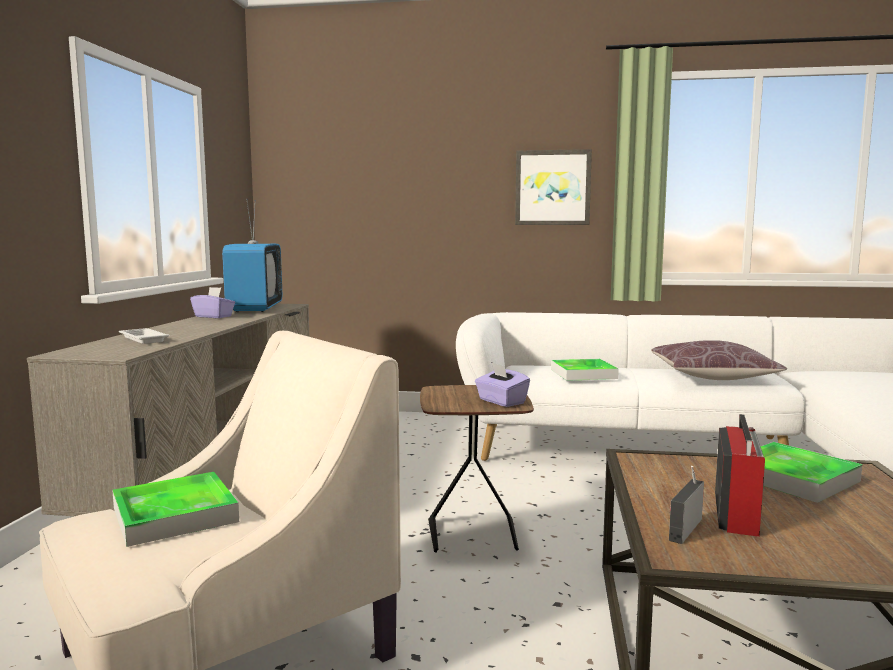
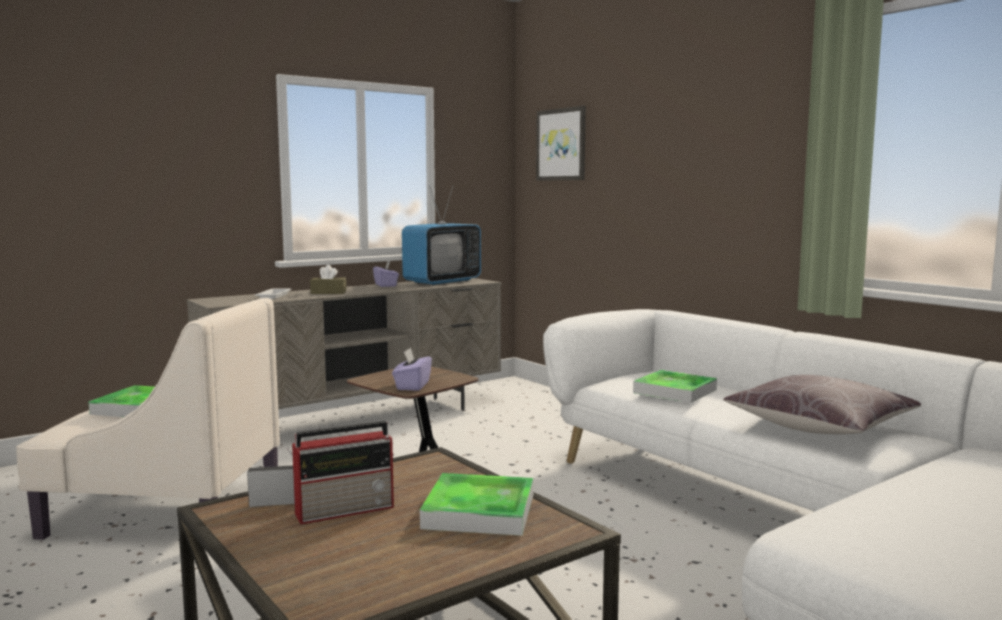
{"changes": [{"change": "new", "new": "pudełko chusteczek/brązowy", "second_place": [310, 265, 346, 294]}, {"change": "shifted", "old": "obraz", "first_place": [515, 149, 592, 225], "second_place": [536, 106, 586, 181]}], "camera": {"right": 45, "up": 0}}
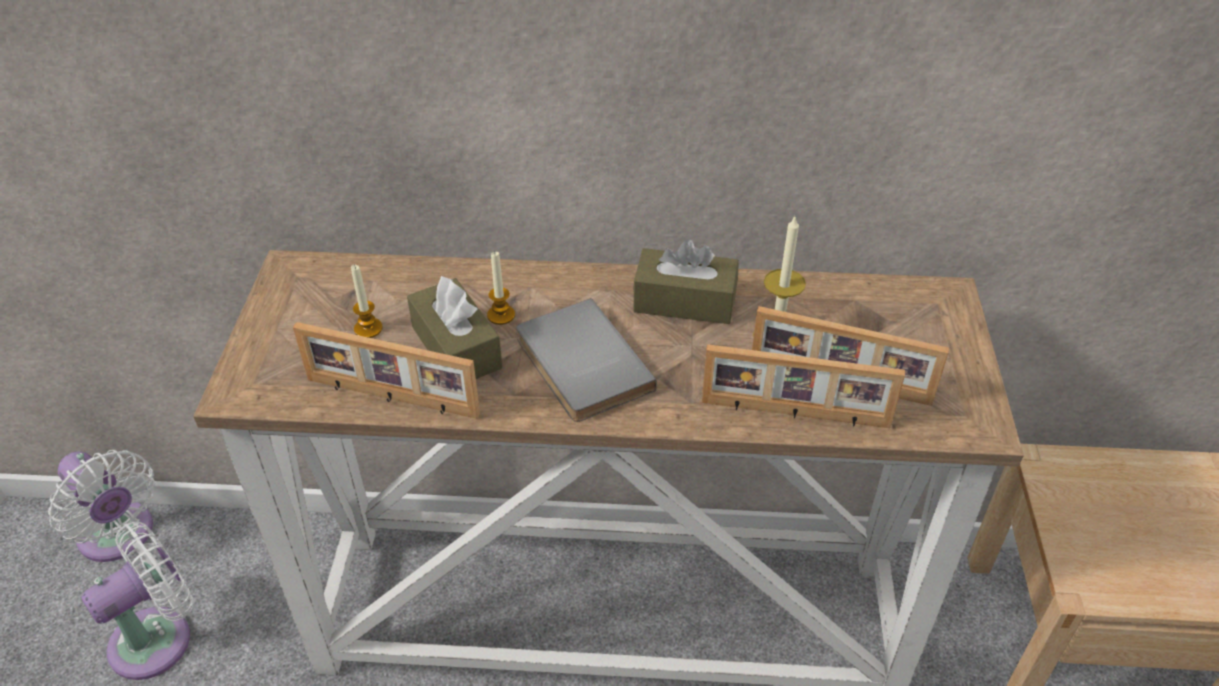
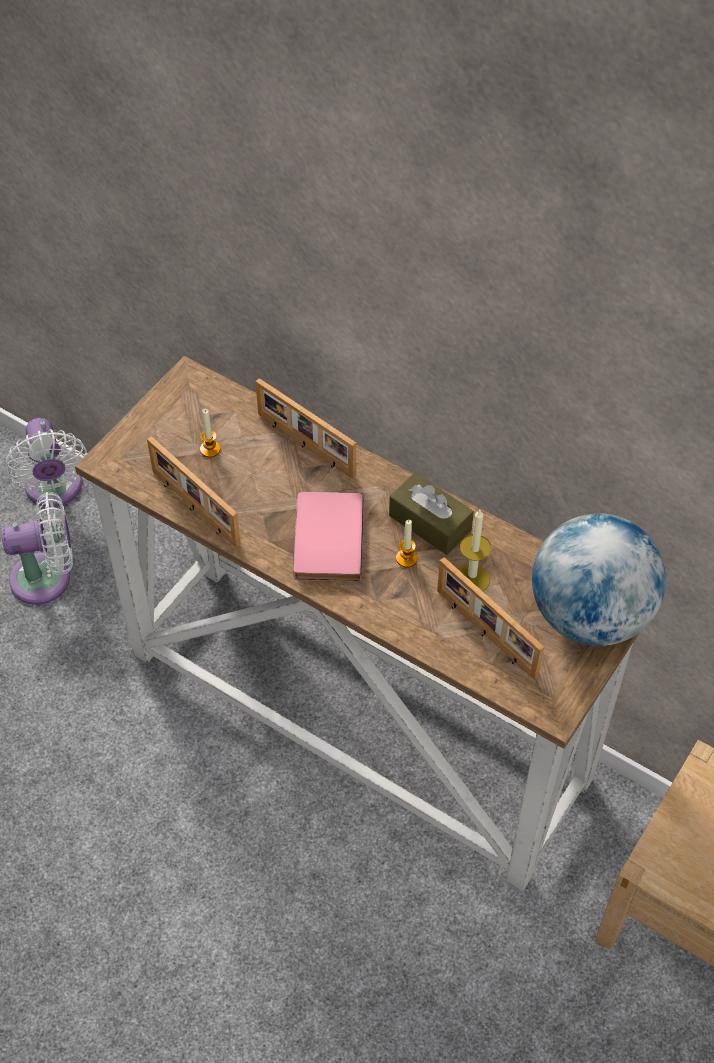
{"changes": [{"change": "gone", "old": "pudełko chusteczek/brązowy", "first_place": [407, 275, 503, 379]}, {"change": "new", "new": "globus", "second_place": [532, 513, 666, 646]}, {"change": "shifted", "old": "świeca", "first_place": [487, 252, 515, 325], "second_place": [396, 520, 418, 567]}, {"change": "shifted", "old": "ramka na zdjęcie", "first_place": [702, 344, 905, 428], "second_place": [255, 378, 356, 478]}, {"change": "repainted", "old": "książka/szary", "new": "książka/różowy", "first_place": [517, 298, 657, 422], "second_place": [293, 492, 363, 581]}], "camera": {"right": 30, "up": 10}}
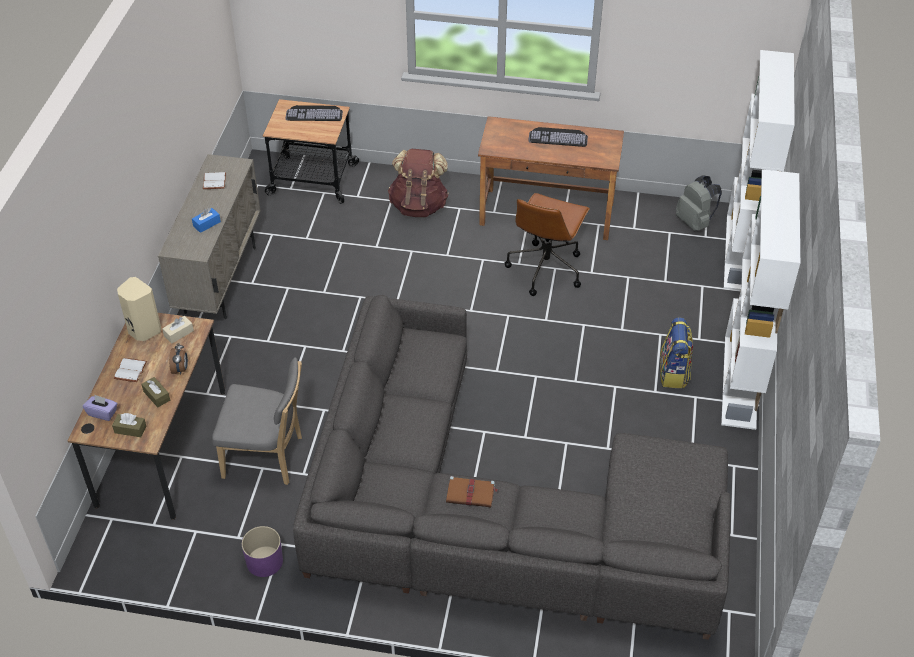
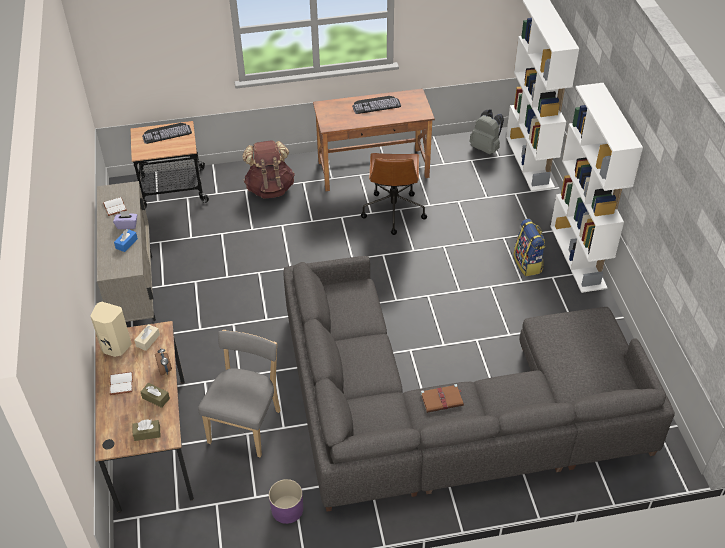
{"changes": [{"change": "shifted", "old": "pudełko chusteczek/fioletowy", "first_place": [83, 394, 117, 421], "second_place": [113, 211, 137, 229]}, {"change": "rotated", "old": "krzesło/szary", "first_place": [212, 357, 302, 485], "second_place": [198, 330, 281, 458], "degrees": -60}], "camera": {"right": -20, "up": 0}}
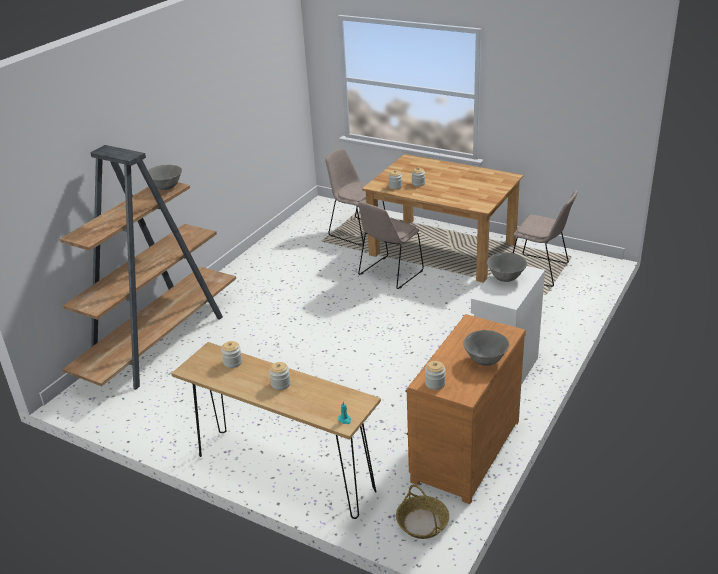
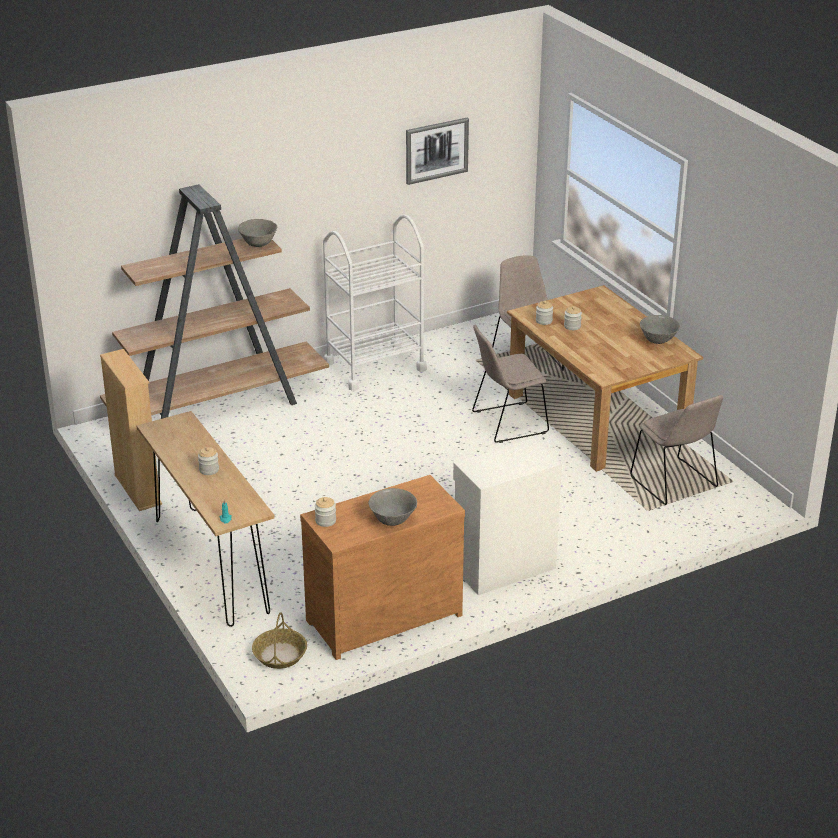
{"changes": [{"change": "gone", "old": "słoik", "first_place": [221, 341, 242, 368]}, {"change": "new", "new": "regał/beżowy", "second_place": [100, 349, 162, 511]}, {"change": "new", "new": "wózek/biały", "second_place": [323, 215, 427, 391]}, {"change": "new", "new": "obraz", "second_place": [406, 118, 469, 185]}, {"change": "shifted", "old": "miska/szary", "first_place": [487, 253, 528, 282], "second_place": [640, 315, 680, 344]}], "camera": {"right": 30, "up": 0}}
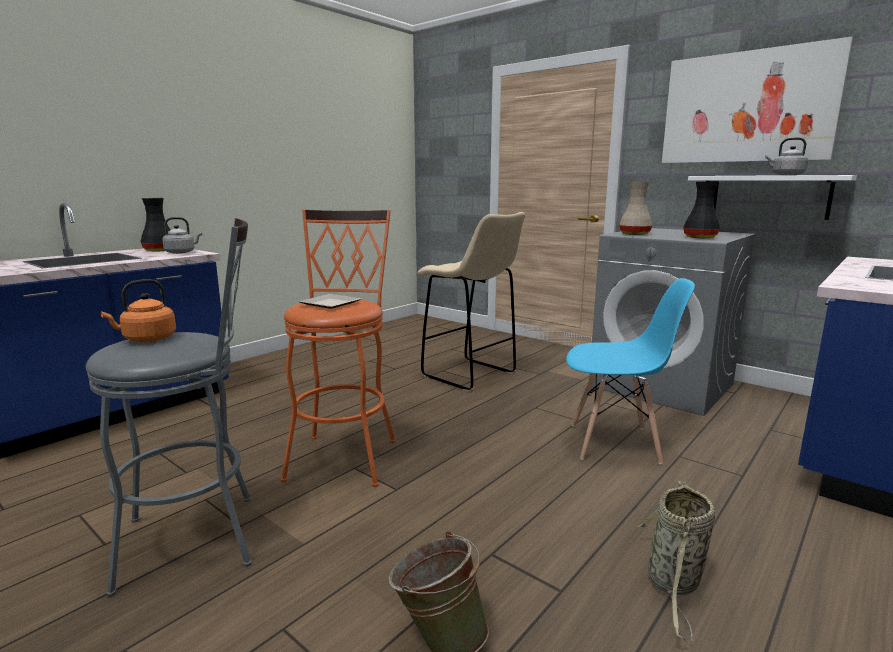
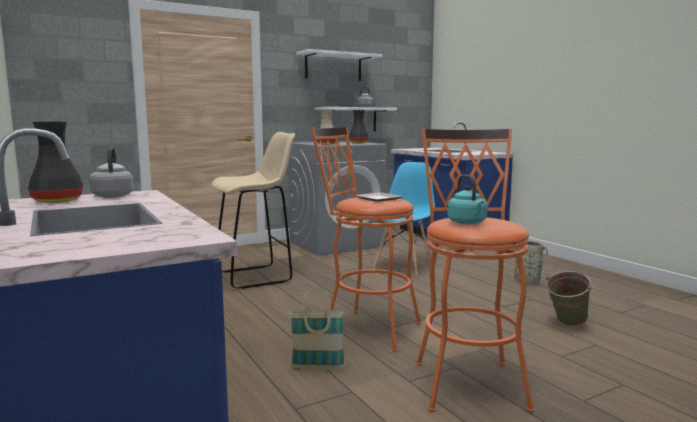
{"changes": [{"change": "new", "new": "koszyk", "second_place": [290, 287, 345, 370]}, {"change": "swapped", "old": "obraz", "new": "półka/biały", "first_place": [662, 37, 853, 163], "second_place": [296, 49, 382, 81]}, {"change": "repainted", "old": "stołek/szary", "new": "stołek/pomarańczowy", "first_place": [86, 218, 252, 597], "second_place": [416, 129, 534, 413]}, {"change": "repainted", "old": "czajnik/pomarańczowy", "new": "czajnik/turkusowy", "first_place": [100, 279, 176, 342], "second_place": [447, 175, 487, 224]}], "camera": {"right": -70, "up": -5}}
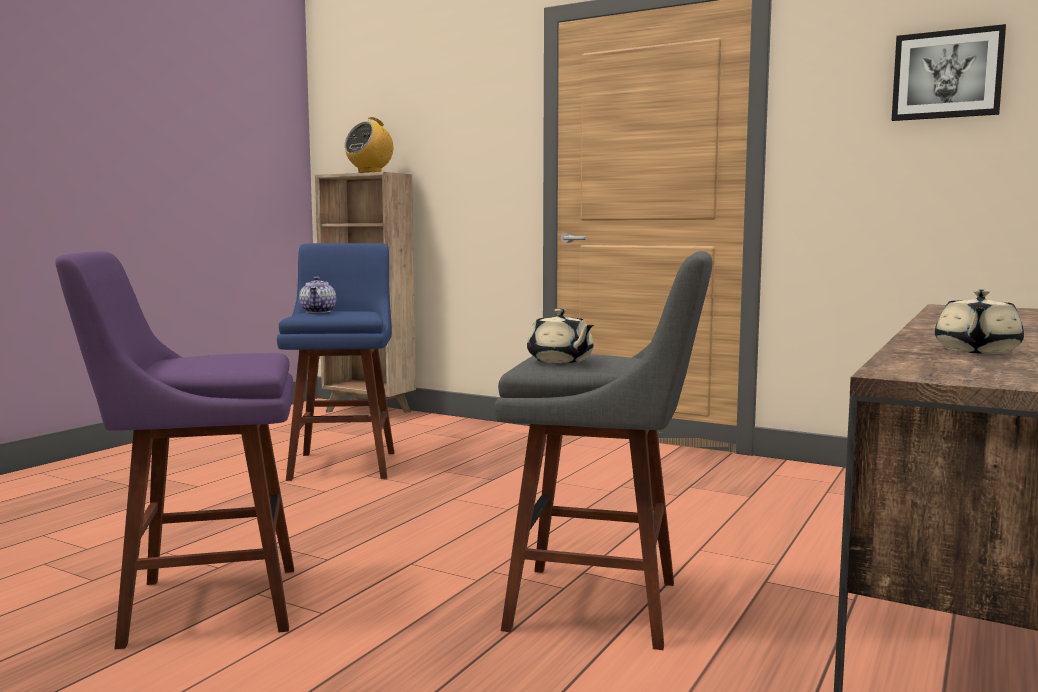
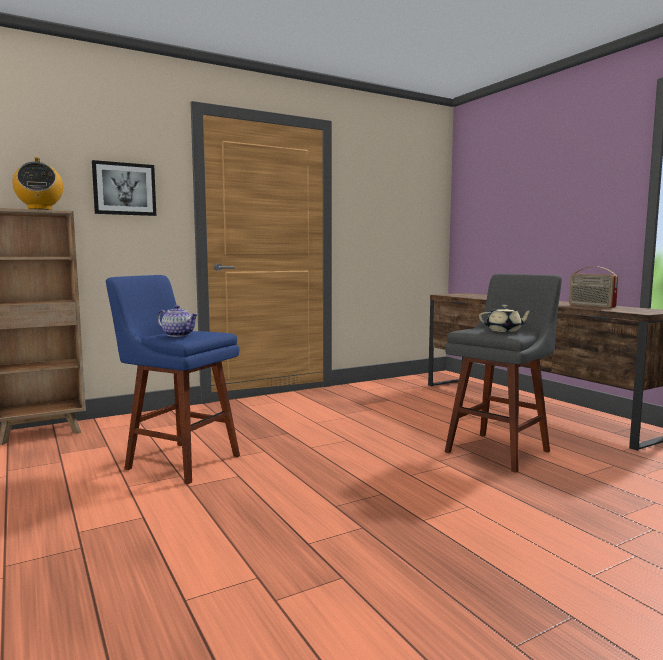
{"changes": [{"change": "gone", "old": "stołek/fioletowy", "first_place": [55, 251, 294, 649]}, {"change": "shifted", "old": "obraz", "first_place": [892, 24, 1006, 121], "second_place": [92, 160, 156, 216]}, {"change": "swapped", "old": "imbryk/beżowy", "new": "radio", "first_place": [935, 290, 1024, 354], "second_place": [569, 266, 618, 308]}], "camera": {"right": -60, "up": 0}}
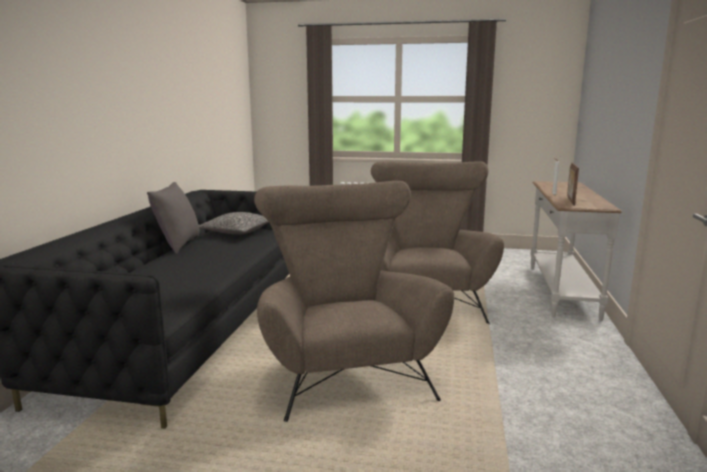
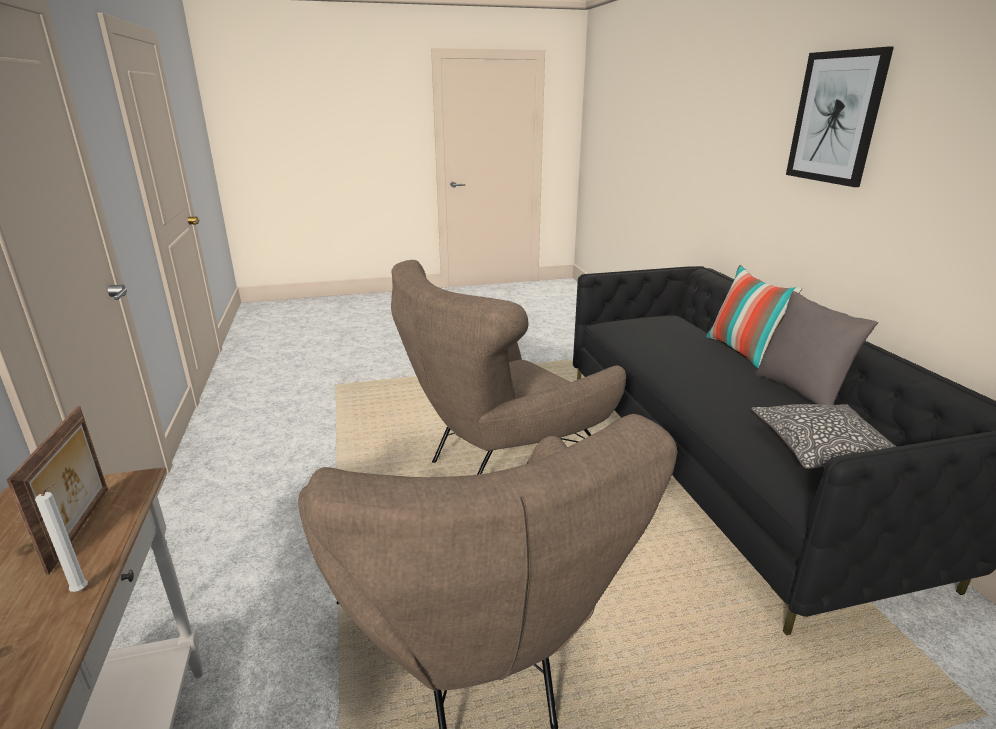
{"changes": [{"change": "new", "new": "poduszka", "second_place": [706, 265, 802, 369]}, {"change": "new", "new": "obraz", "second_place": [786, 47, 894, 187]}, {"change": "rotated", "old": "fotel/brązowy", "first_place": [254, 181, 454, 422], "second_place": [391, 260, 626, 475], "degrees": 90}], "camera": {"right": 155, "up": 10}}
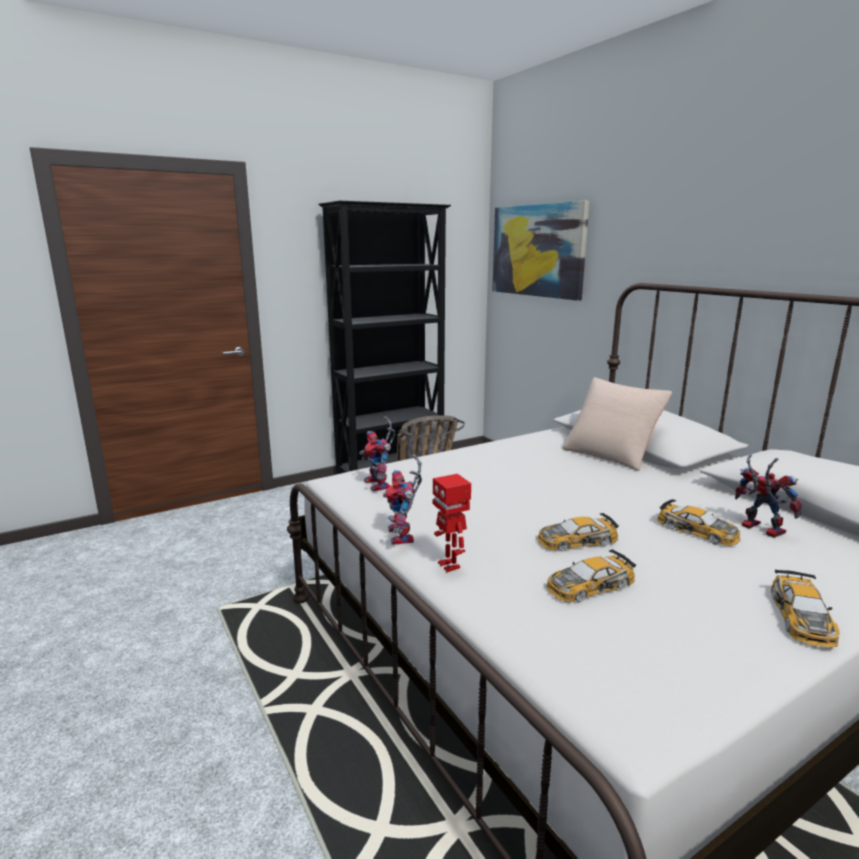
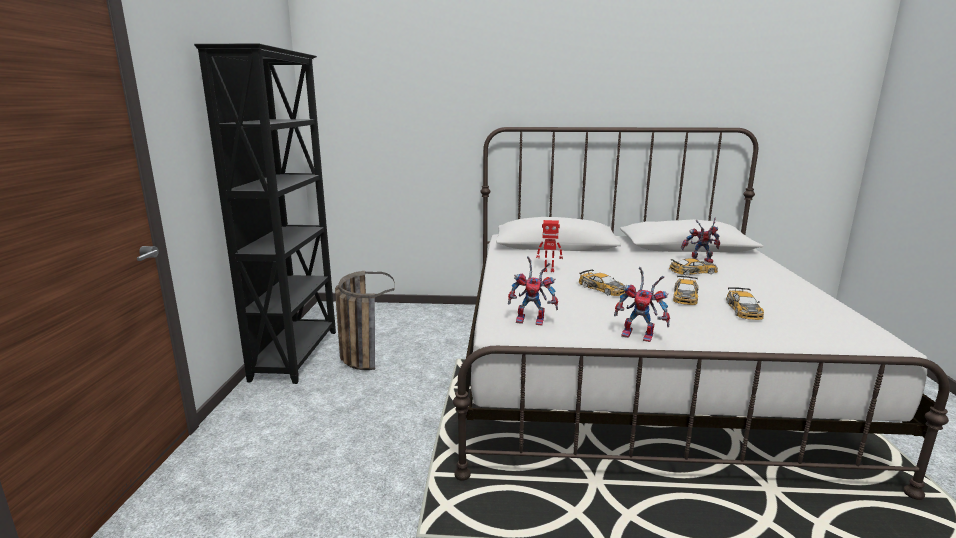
{"changes": [{"change": "gone", "old": "obraz", "first_place": [492, 201, 589, 301]}, {"change": "gone", "old": "poduszka/beżowy", "first_place": [563, 377, 672, 471]}, {"change": "shifted", "old": "robot zabawkowy", "first_place": [433, 474, 471, 572], "second_place": [536, 220, 563, 272]}, {"change": "shifted", "old": "samochodzik", "first_place": [771, 569, 839, 648], "second_place": [579, 270, 625, 296]}], "camera": {"right": -55, "up": 0}}
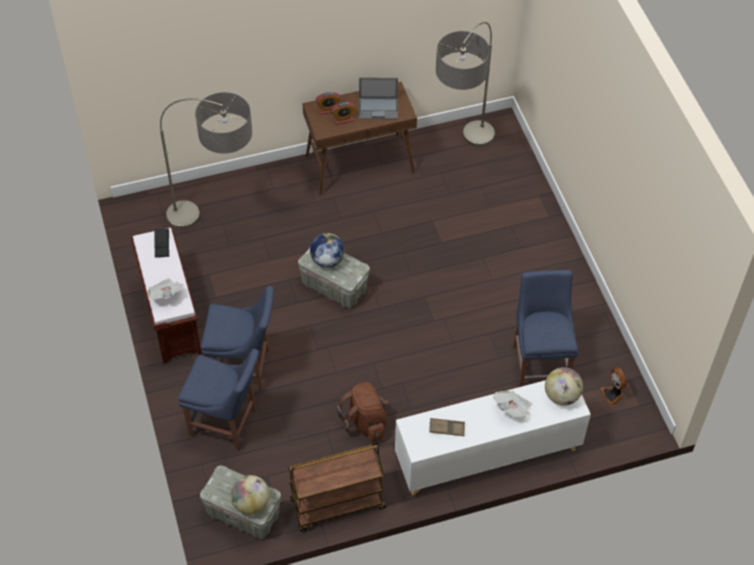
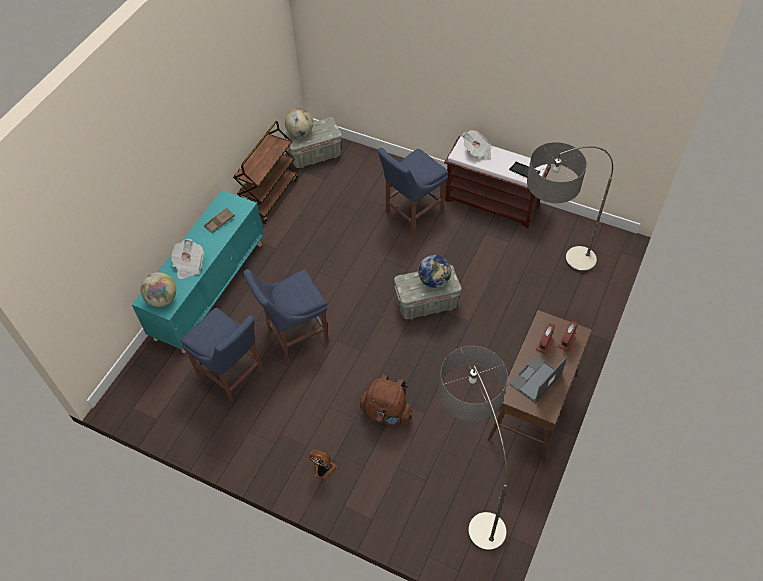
{"changes": [{"change": "shifted", "old": "krzesło/niebieski", "first_place": [178, 349, 259, 450], "second_place": [243, 269, 329, 361]}, {"change": "shifted", "old": "plecak/brązowy", "first_place": [337, 382, 388, 442], "second_place": [360, 375, 413, 426]}, {"change": "shifted", "old": "wentylator", "first_place": [600, 368, 627, 406], "second_place": [309, 450, 336, 479]}, {"change": "repainted", "old": "szafka/biały", "new": "szafka/turkusowy", "first_place": [395, 380, 591, 495], "second_place": [132, 190, 264, 353]}], "camera": {"right": 135, "up": 0}}
